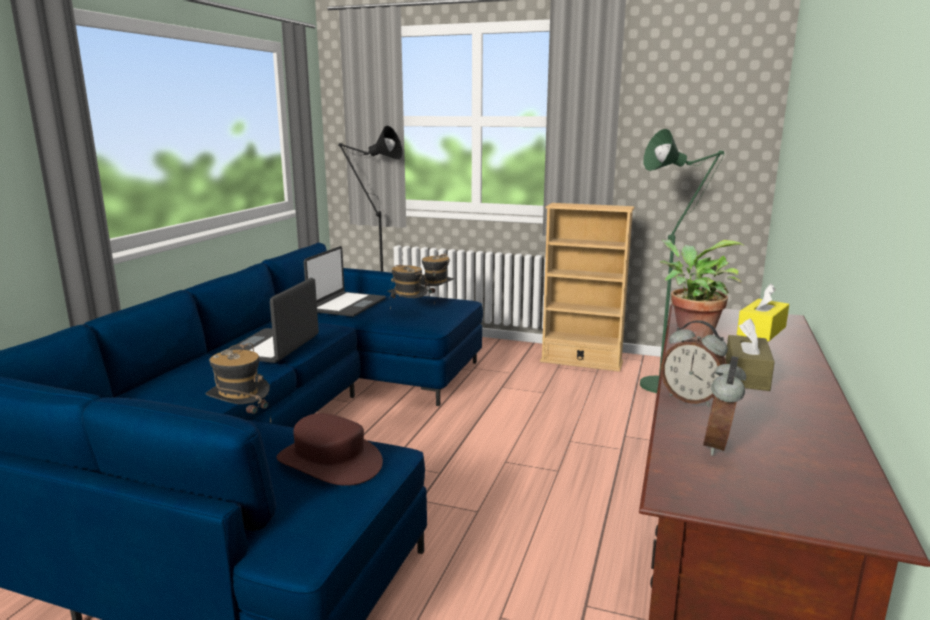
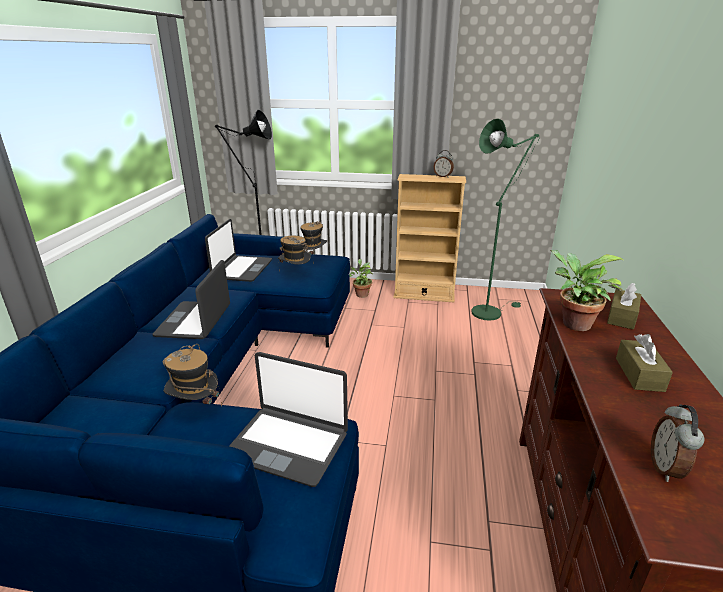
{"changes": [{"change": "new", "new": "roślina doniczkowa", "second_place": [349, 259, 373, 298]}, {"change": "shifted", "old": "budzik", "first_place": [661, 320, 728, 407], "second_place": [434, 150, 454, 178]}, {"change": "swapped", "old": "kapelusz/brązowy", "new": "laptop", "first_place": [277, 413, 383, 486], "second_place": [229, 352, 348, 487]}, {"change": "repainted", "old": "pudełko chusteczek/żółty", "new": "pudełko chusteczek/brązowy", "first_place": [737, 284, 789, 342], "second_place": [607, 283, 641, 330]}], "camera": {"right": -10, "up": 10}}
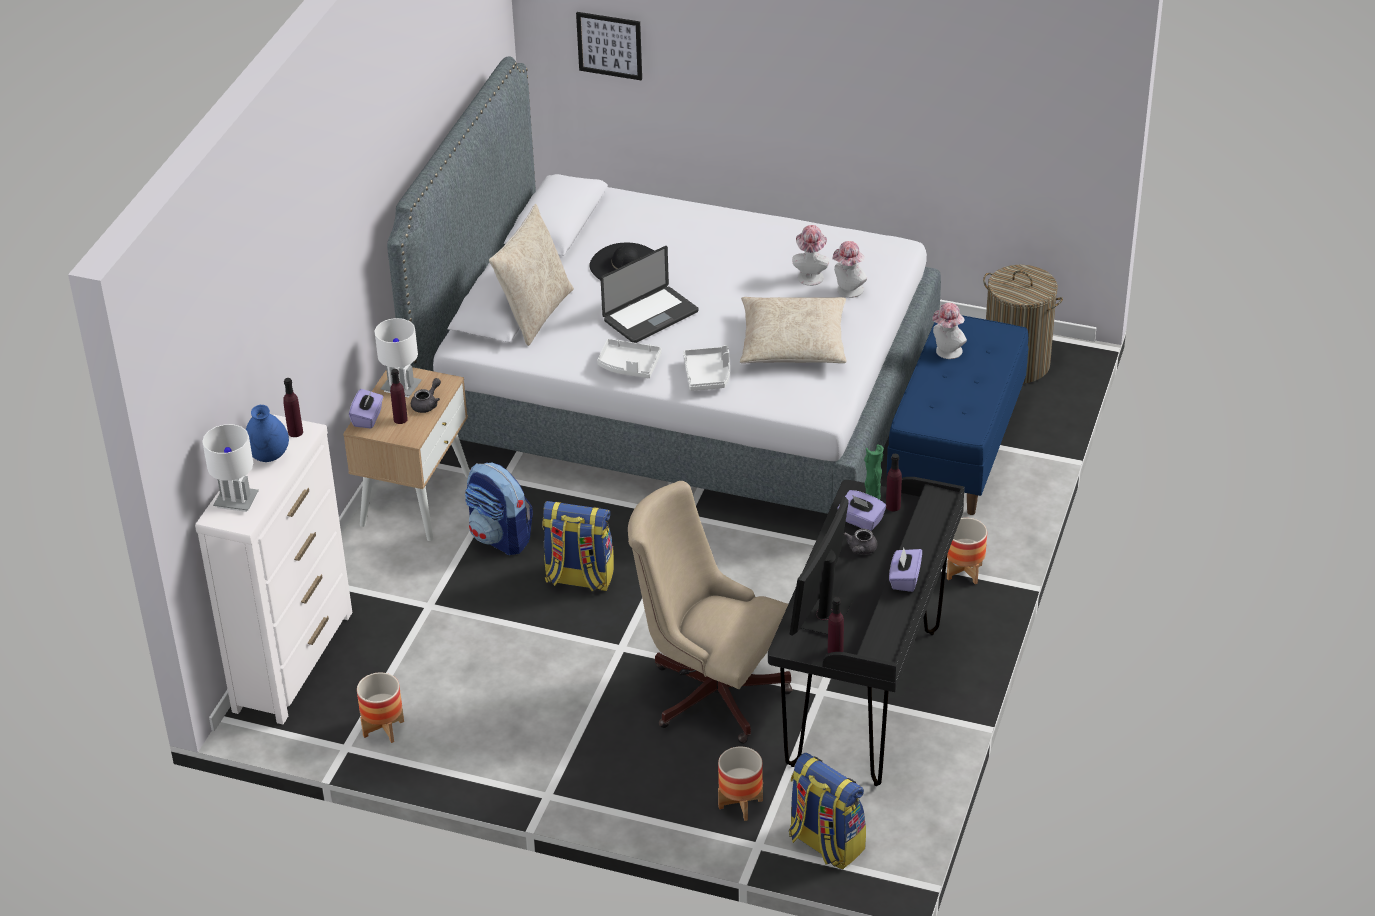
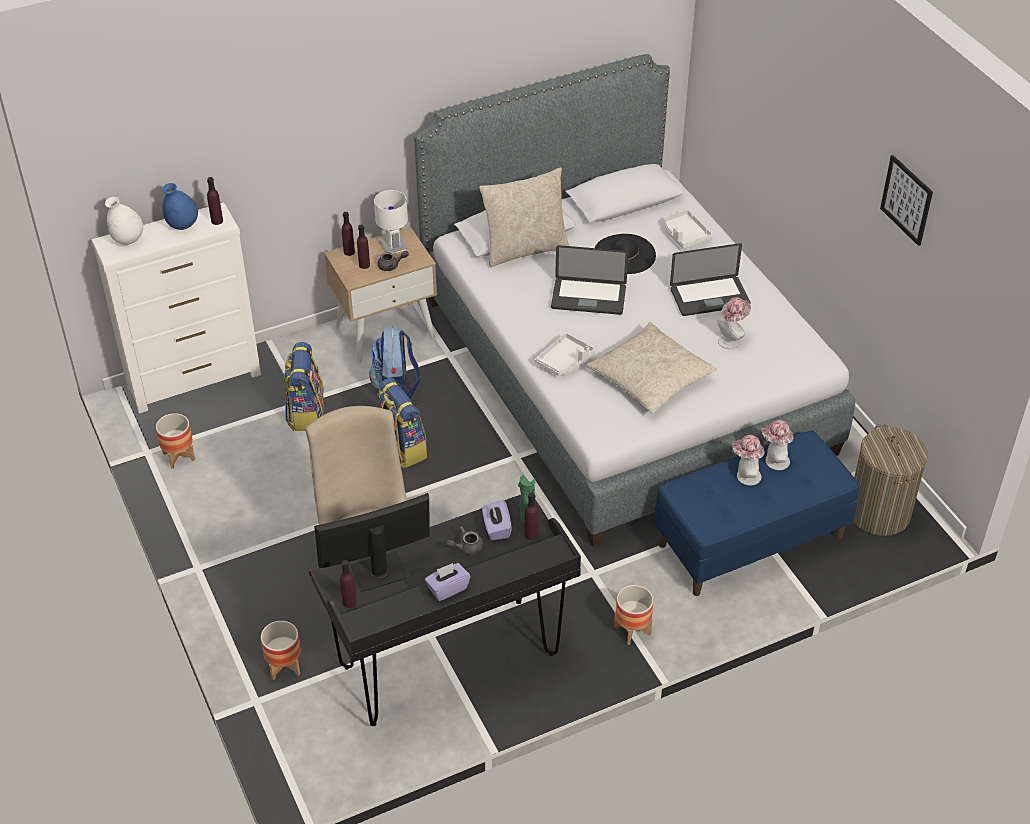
{"changes": [{"change": "new", "new": "laptop", "second_place": [670, 243, 751, 316]}, {"change": "shifted", "old": "obraz", "first_place": [576, 12, 642, 81], "second_place": [880, 155, 933, 246]}, {"change": "shifted", "old": "taca/biały", "first_place": [597, 339, 662, 378], "second_place": [664, 210, 713, 249]}, {"change": "shifted", "old": "plecak", "first_place": [789, 753, 866, 869], "second_place": [284, 342, 324, 431]}, {"change": "shifted", "old": "kapelusz", "first_place": [833, 241, 867, 298], "second_place": [732, 435, 764, 486]}, {"change": "swapped", "old": "lampa stołowa/biały", "new": "wazon/biały", "first_place": [202, 424, 259, 512], "second_place": [105, 197, 143, 245]}, {"change": "swapped", "old": "pudełko chusteczek/fioletowy", "new": "butelka/fioletowy", "first_place": [349, 389, 383, 429], "second_place": [342, 212, 355, 256]}], "camera": {"right": 45, "up": 5}}
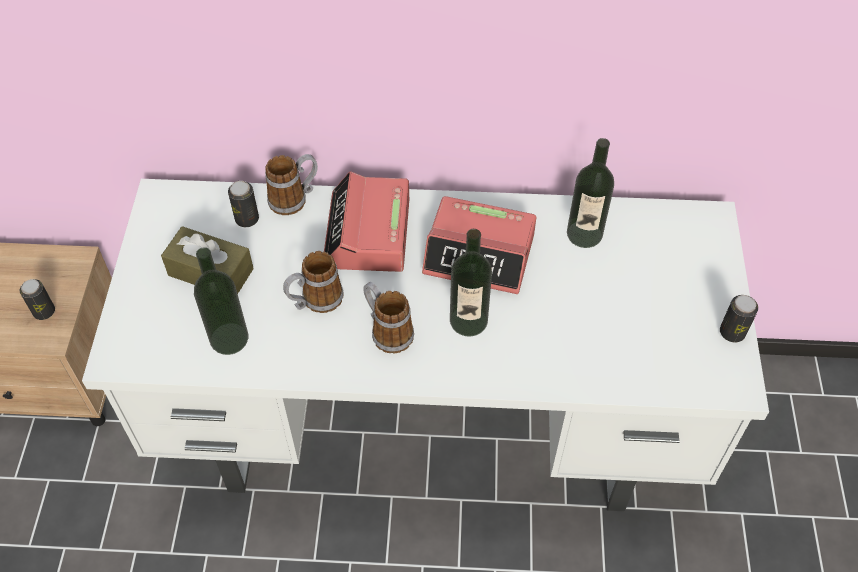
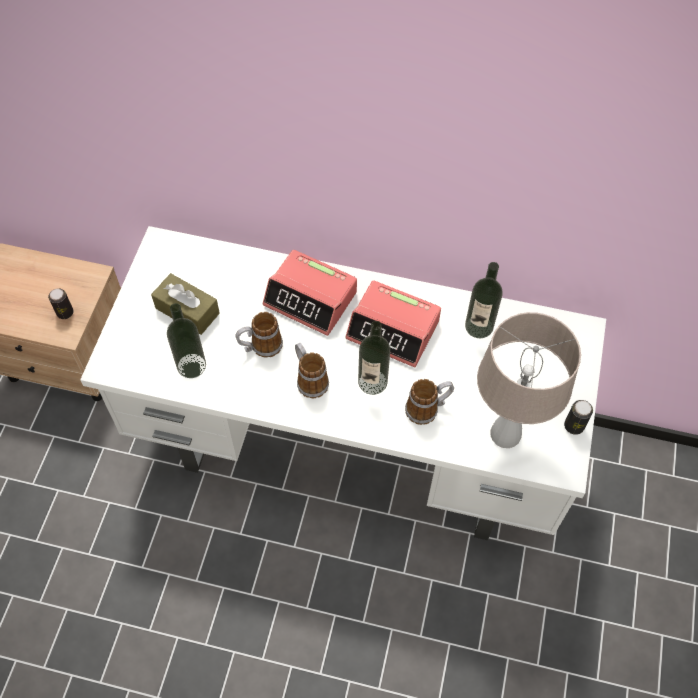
{"changes": [{"change": "gone", "old": "puszka", "first_place": [228, 181, 259, 227]}, {"change": "new", "new": "lampa stołowa/beżowy", "second_place": [477, 312, 581, 448]}, {"change": "shifted", "old": "kubek", "first_place": [265, 154, 318, 215], "second_place": [405, 379, 454, 425]}, {"change": "rotated", "old": "budzik", "first_place": [324, 171, 409, 272], "second_place": [263, 250, 357, 336], "degrees": -75}], "camera": {"right": 10, "up": 5}}
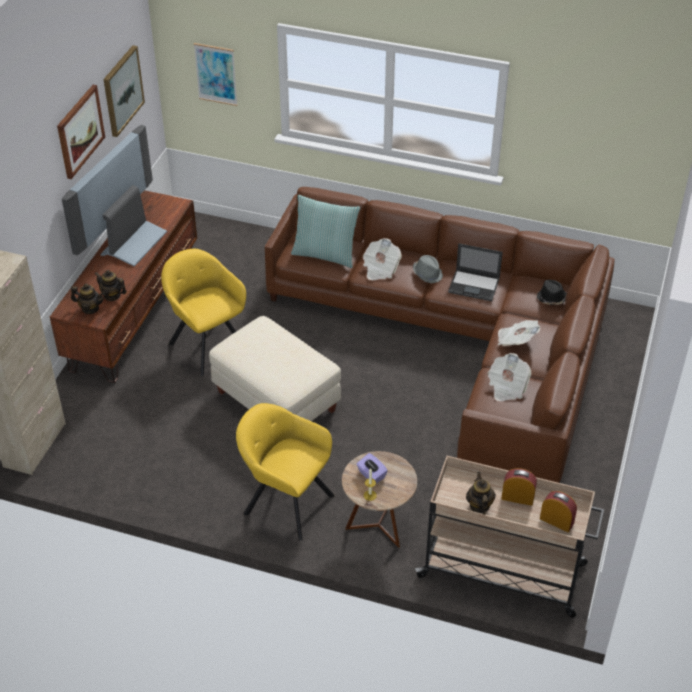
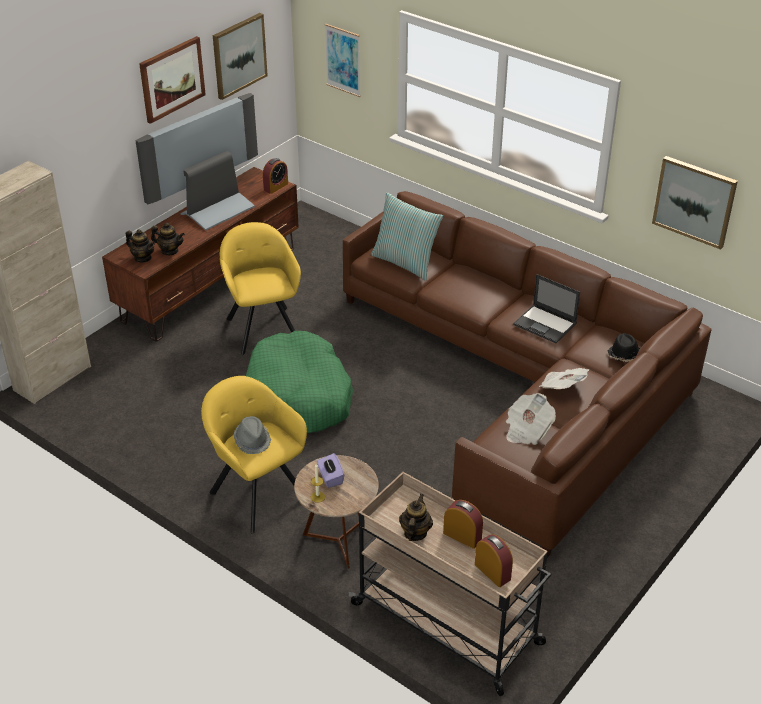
{"changes": [{"change": "gone", "old": "gazeta", "first_place": [363, 238, 402, 280]}, {"change": "new", "new": "budzik", "second_place": [263, 158, 288, 194]}, {"change": "new", "new": "obraz", "second_place": [652, 156, 738, 250]}, {"change": "shifted", "old": "kapelusz/szary", "first_place": [413, 255, 443, 283], "second_place": [234, 416, 271, 454]}, {"change": "swapped", "old": "pufa/beżowy", "new": "legowisko/zielony", "first_place": [209, 316, 341, 421], "second_place": [246, 331, 353, 433]}, {"change": "rotated", "old": "imbryk", "first_place": [94, 270, 127, 301], "second_place": [151, 222, 185, 255], "degrees": 150}], "camera": {"right": 20, "up": -5}}
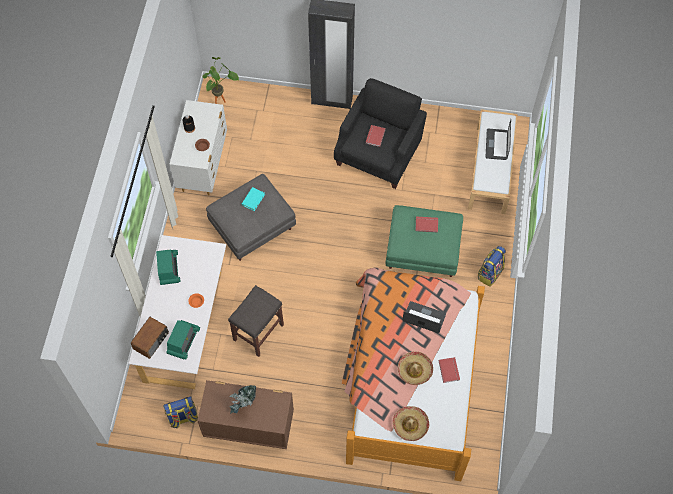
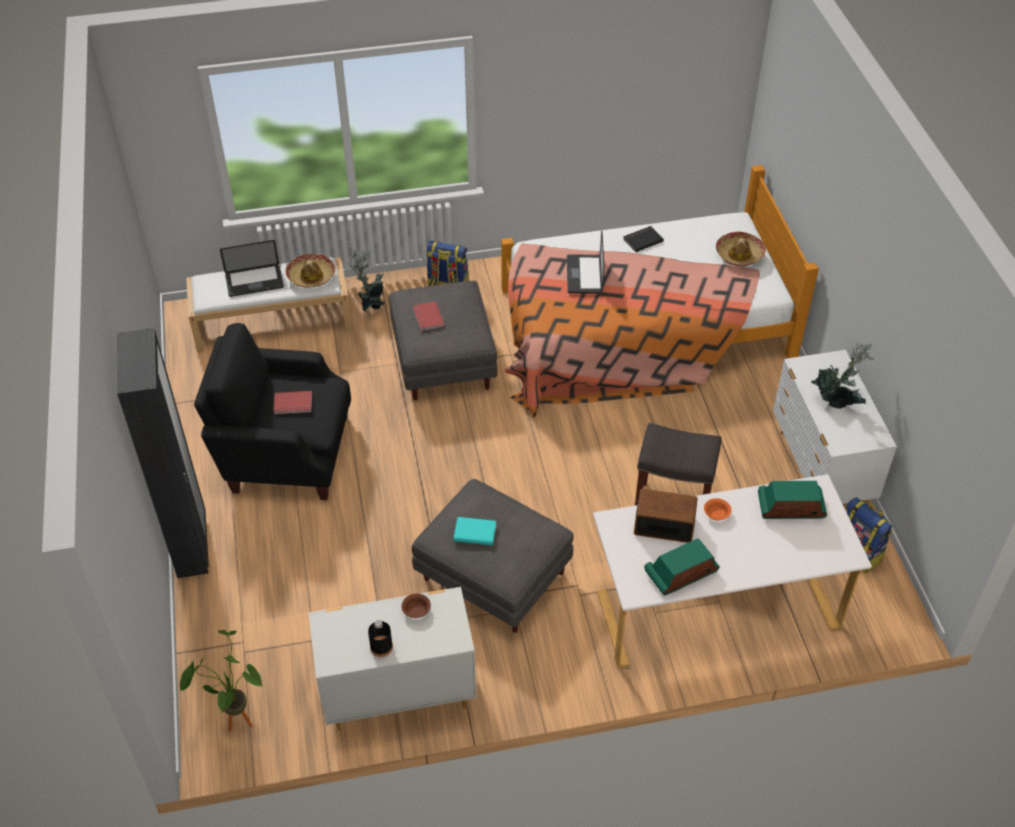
{"changes": [{"change": "new", "new": "roślina doniczkowa", "second_place": [347, 250, 385, 312]}, {"change": "shifted", "old": "radio", "first_place": [131, 317, 169, 359], "second_place": [634, 489, 698, 543]}, {"change": "shifted", "old": "kapelusz", "first_place": [398, 351, 433, 385], "second_place": [285, 253, 335, 288]}, {"change": "repainted", "old": "komoda/brązowy", "new": "komoda/biały", "first_place": [197, 380, 294, 449], "second_place": [773, 350, 897, 504]}, {"change": "repainted", "old": "pufa/zielony", "new": "pufa/szary", "first_place": [386, 205, 463, 277], "second_place": [389, 281, 497, 400]}, {"change": "repainted", "old": "książka/czerwony", "new": "książka/czarny", "first_place": [438, 357, 460, 383], "second_place": [623, 226, 664, 252]}], "camera": {"right": -110, "up": -15}}
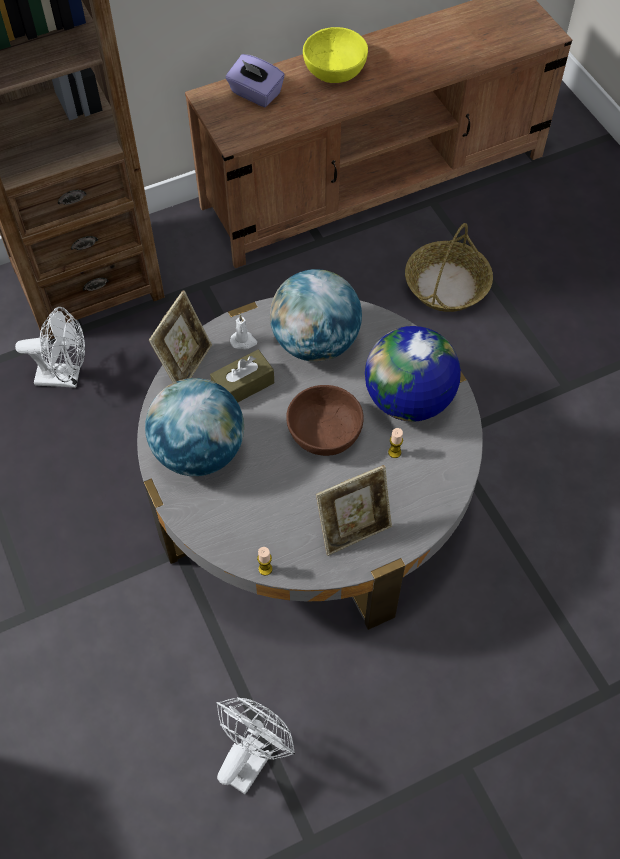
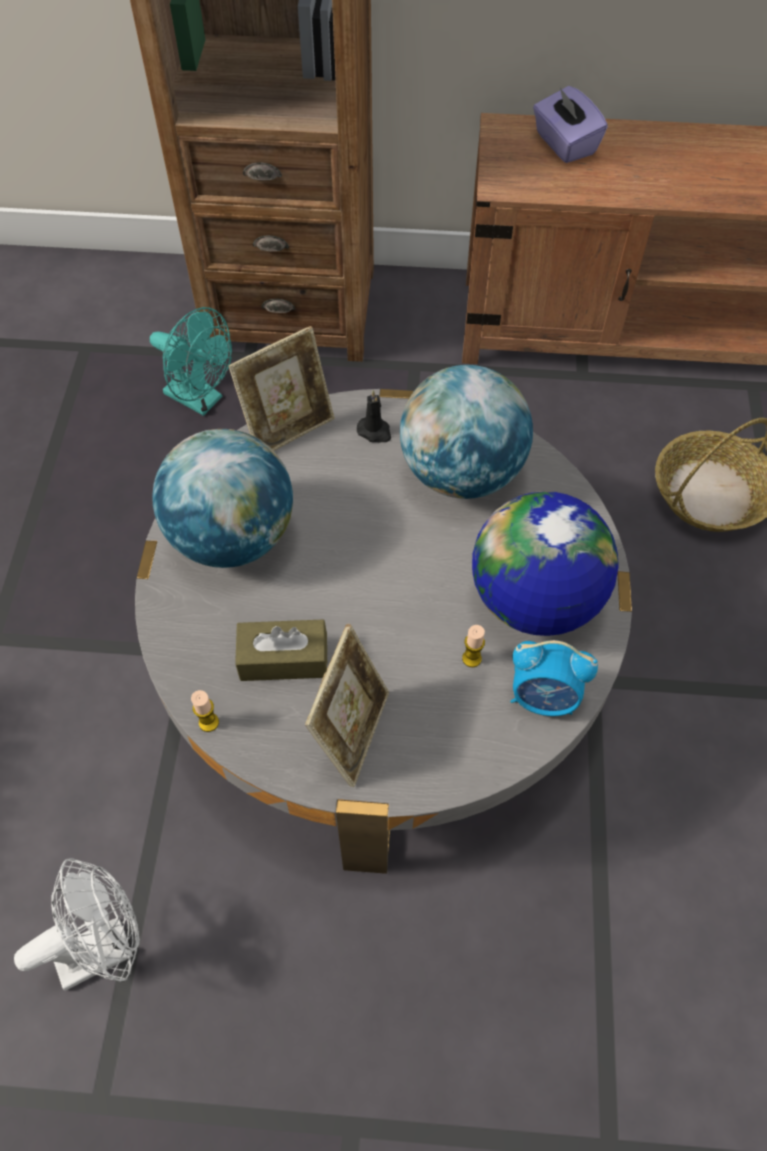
{"changes": [{"change": "gone", "old": "miska/brązowy", "first_place": [286, 385, 364, 456]}, {"change": "gone", "old": "miska/żółty", "first_place": [303, 27, 368, 83]}, {"change": "new", "new": "budzik", "second_place": [511, 640, 598, 716]}, {"change": "shifted", "old": "pudełko chusteczek/brązowy", "first_place": [210, 350, 274, 402], "second_place": [235, 619, 327, 681]}, {"change": "repainted", "old": "wentylator/biały", "new": "wentylator/turkusowy", "first_place": [15, 307, 85, 388], "second_place": [150, 307, 232, 416]}, {"change": "repainted", "old": "świeca/biały", "new": "świeca/czarny", "first_place": [230, 314, 257, 350], "second_place": [357, 390, 391, 442]}, {"change": "rotated", "old": "ramka na zdjęcie", "first_place": [316, 465, 392, 556], "second_place": [305, 624, 389, 787], "degrees": -75}], "camera": {"right": 30, "up": 0}}
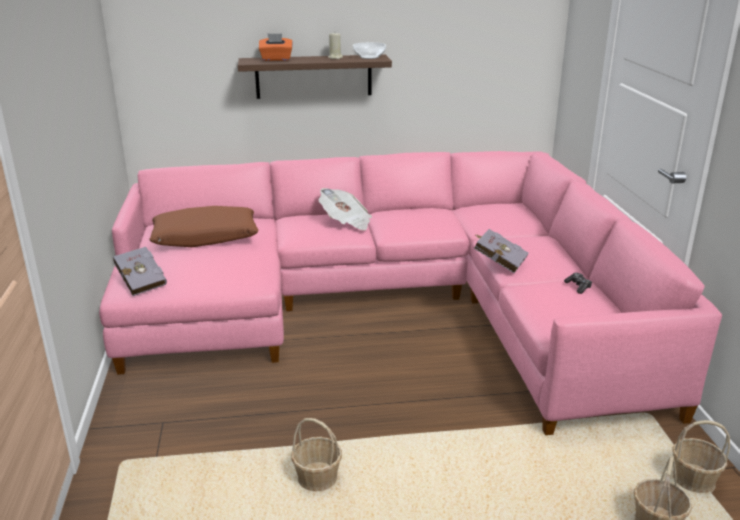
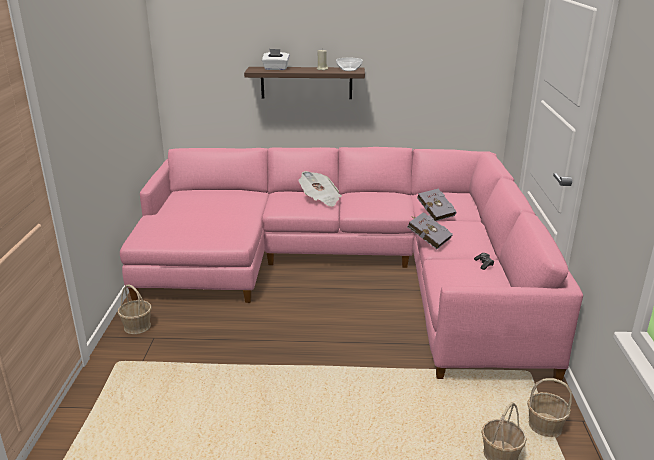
{"changes": [{"change": "gone", "old": "poduszka/brązowy", "first_place": [149, 206, 259, 247]}, {"change": "shifted", "old": "książka/szary", "first_place": [113, 247, 167, 296], "second_place": [417, 189, 457, 221]}, {"change": "shifted", "old": "koszyk", "first_place": [291, 418, 342, 492], "second_place": [118, 285, 152, 334]}, {"change": "repainted", "old": "pudełko chusteczek/pomarańczowy", "new": "pudełko chusteczek/biały", "first_place": [259, 33, 293, 61], "second_place": [262, 49, 290, 70]}], "camera": {"right": 10, "up": 0}}
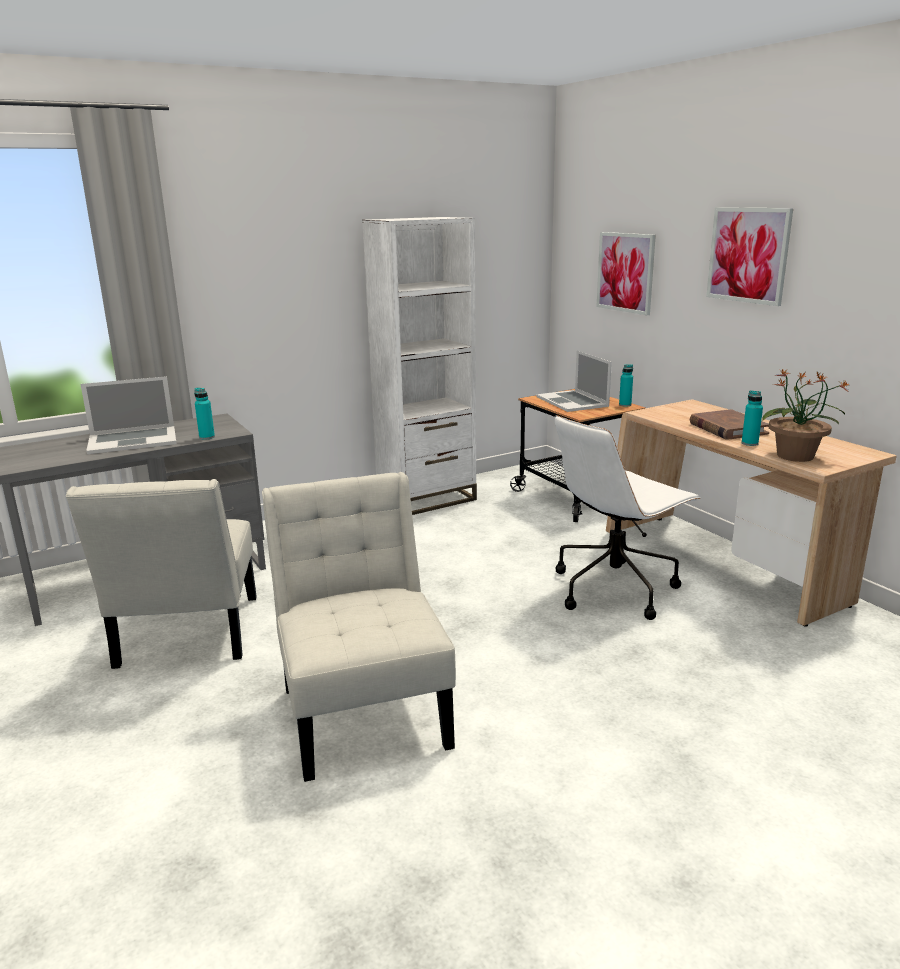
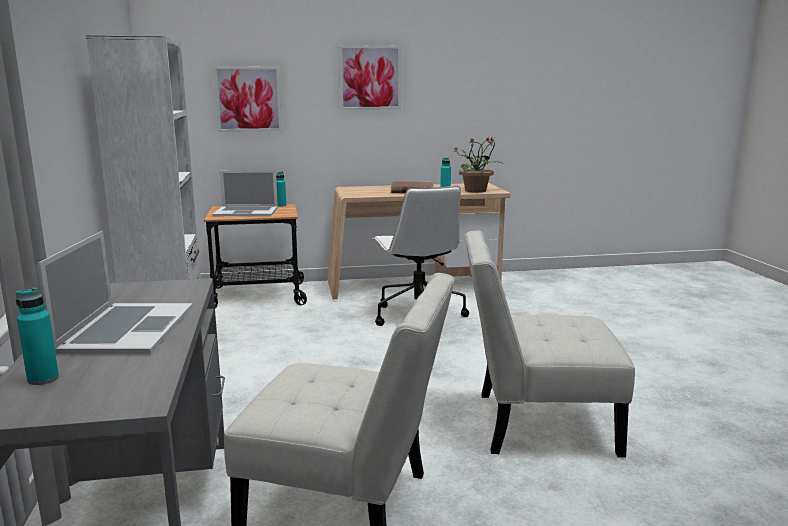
{"changes": [{"change": "shifted", "old": "butelka/turkusowy", "first_place": [194, 388, 215, 440], "second_place": [16, 288, 59, 385]}], "camera": {"right": -70, "up": -5}}
